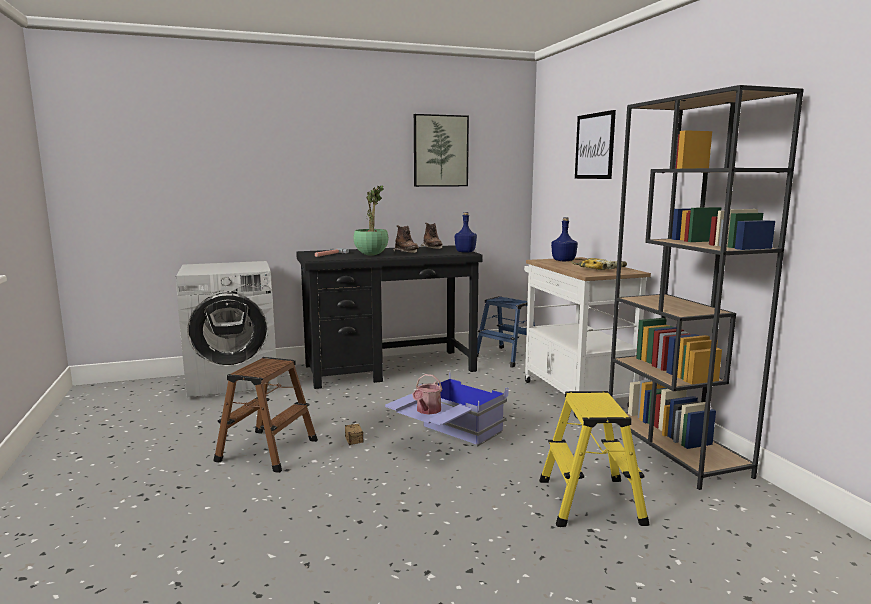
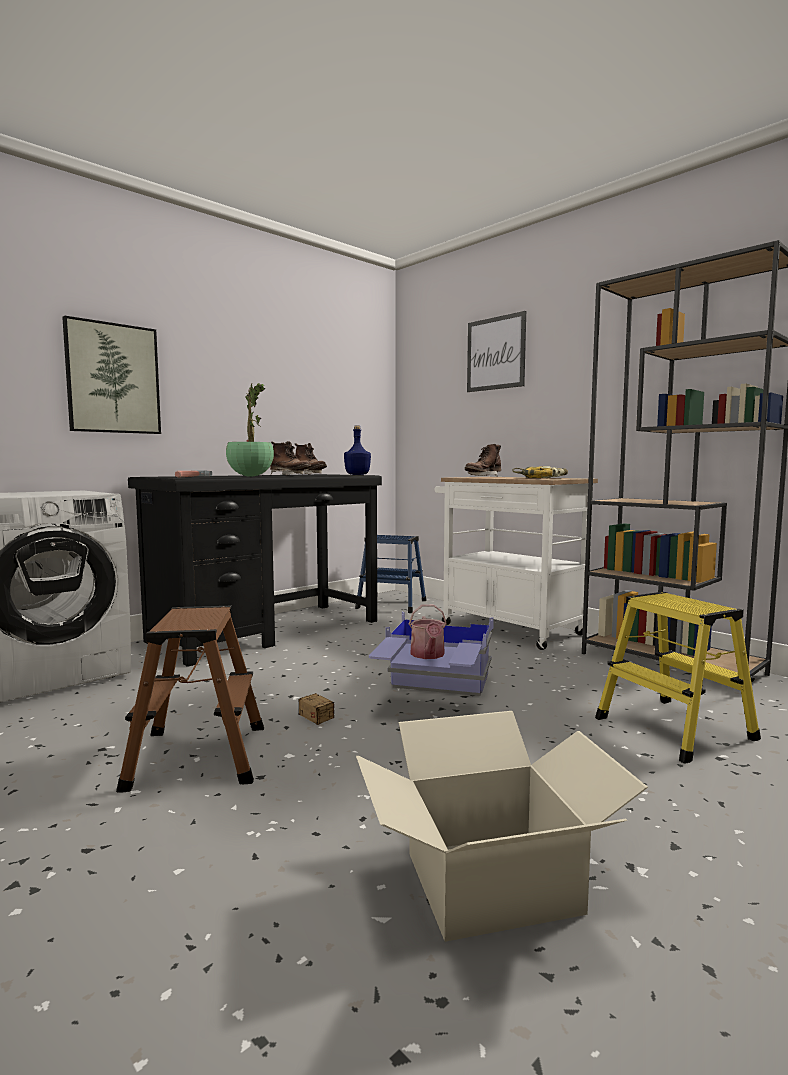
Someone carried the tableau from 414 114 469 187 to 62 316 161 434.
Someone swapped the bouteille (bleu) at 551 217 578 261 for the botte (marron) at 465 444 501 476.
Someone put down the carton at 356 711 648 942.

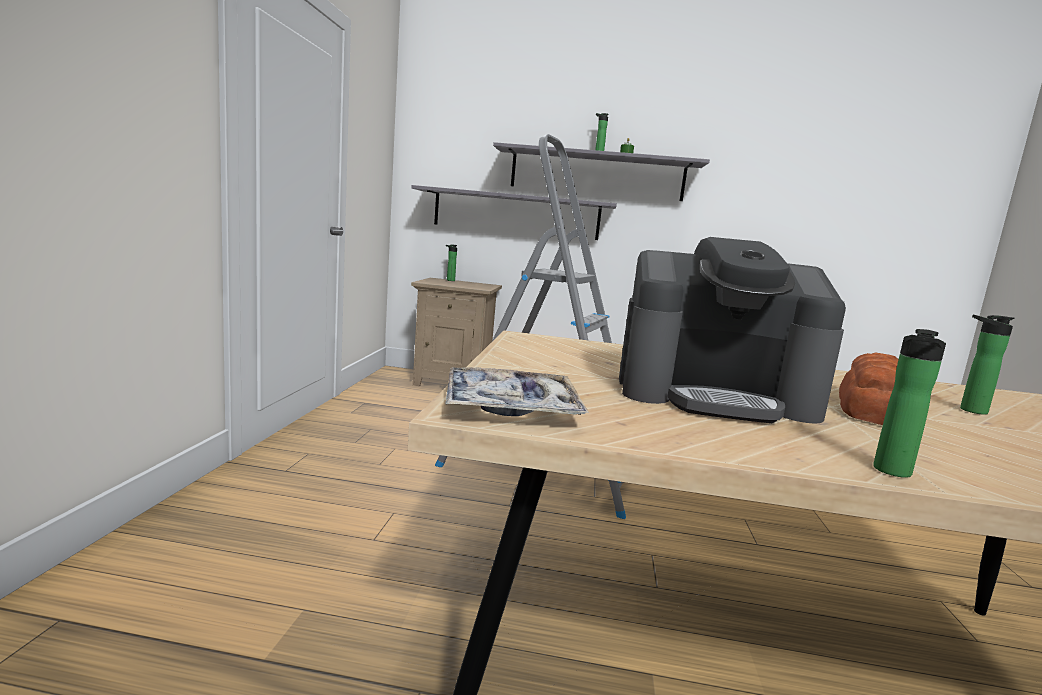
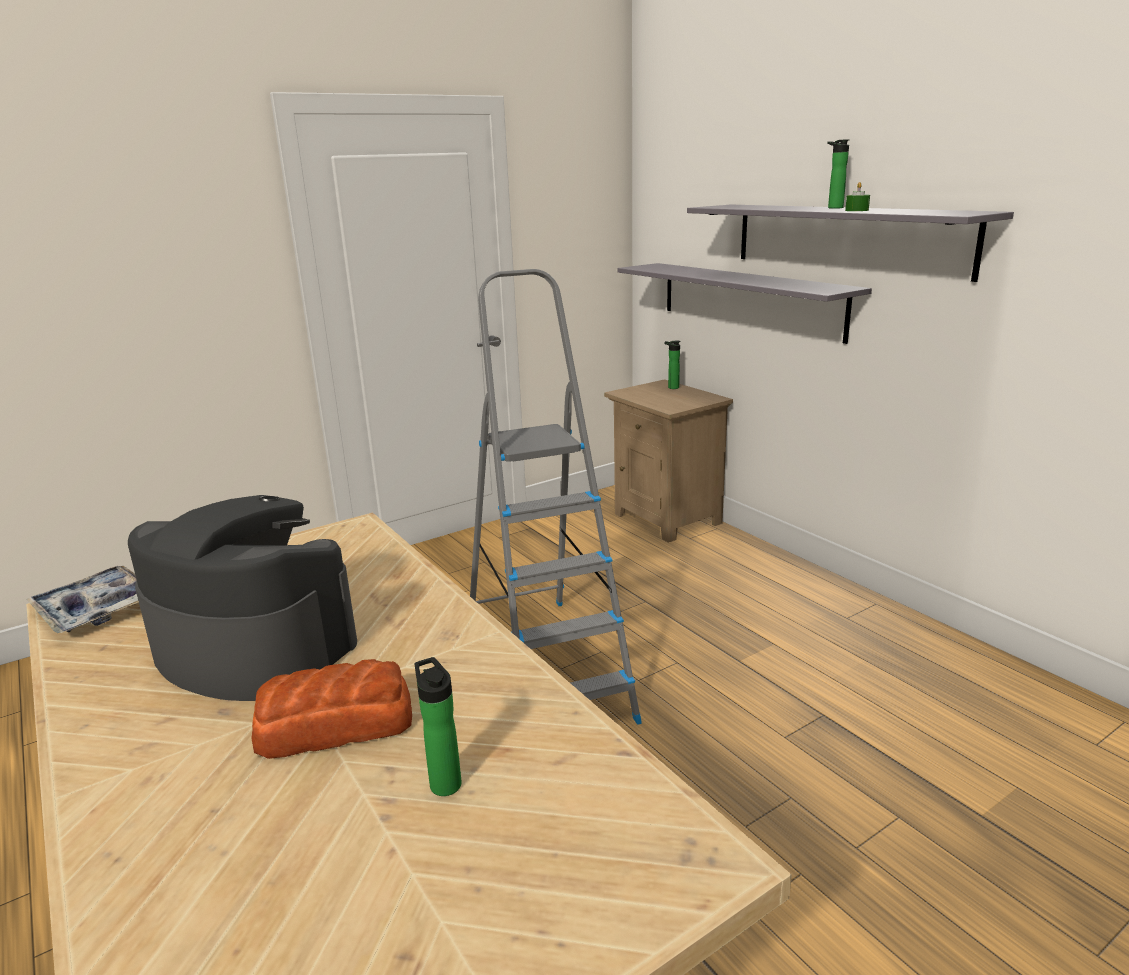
Someone rotated the machine à café at 619 237 846 424 by 150 degrees clockwise.
Someone took away the bouteille at 873 329 946 478.

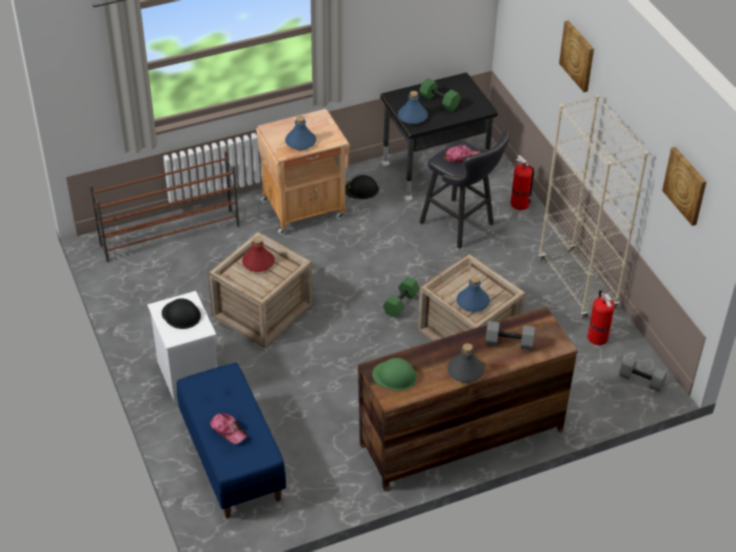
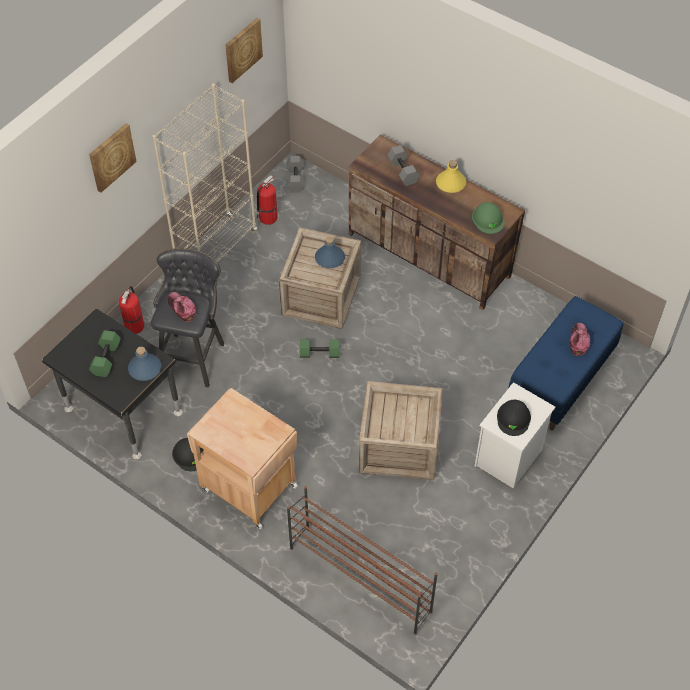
Someone took away the bouteille (rouge) at 242 237 275 272.
Someone took away the bouteille (bleu) at 285 116 316 150.
Someone repainted the bouteille (gris) at 447 343 484 383, which became the bouteille (jaune) at 436 160 466 193.

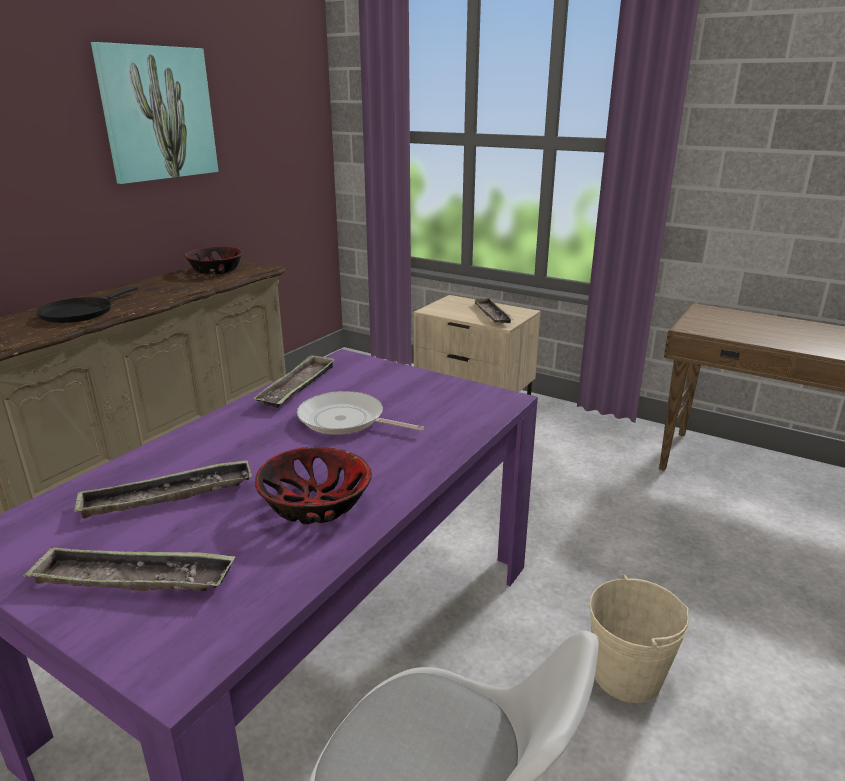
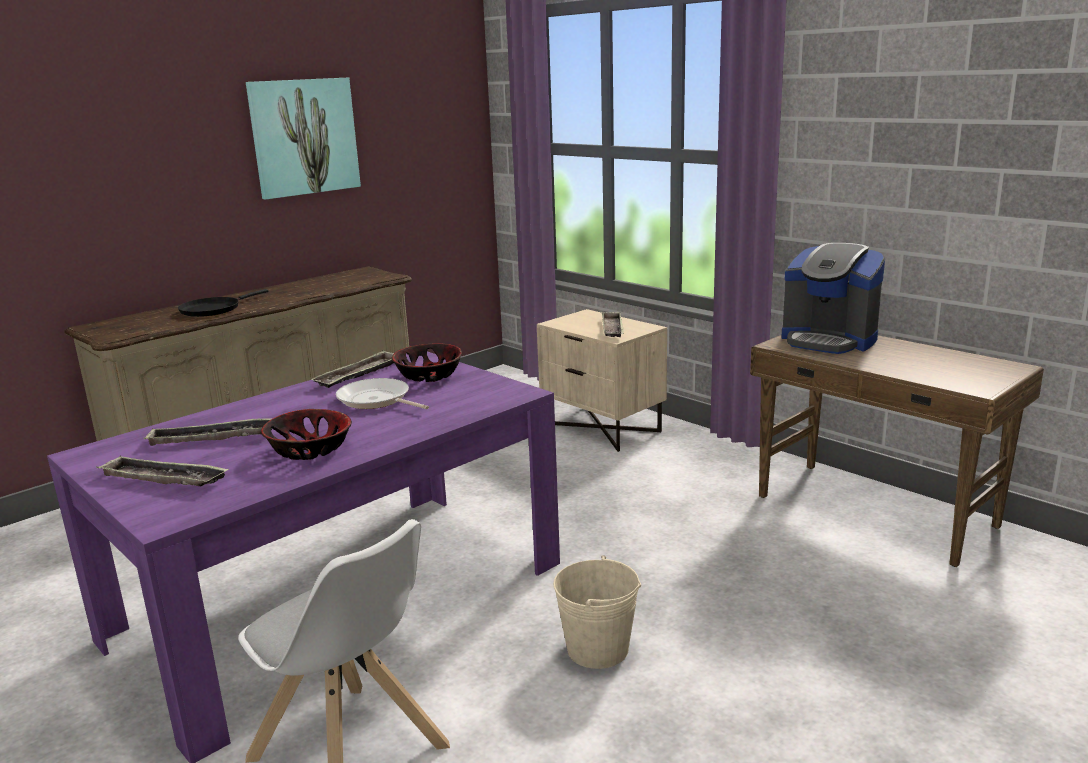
Someone carried the bol from 185 246 242 274 to 392 343 462 382.
Someone put down the machine à café at 781 243 885 354.

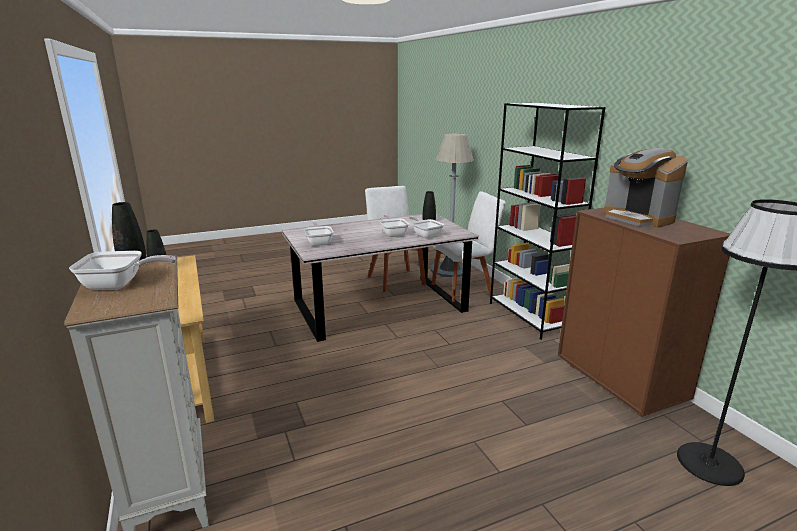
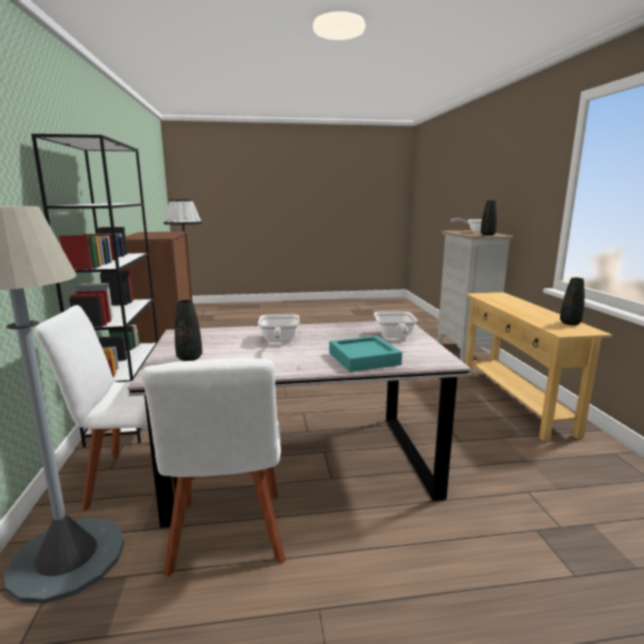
Someone took away the poêle at 409 216 444 239.
Someone took away the machine à café at 604 148 688 227.
Someone put down the plateau (turquoise) at 329 336 402 372.

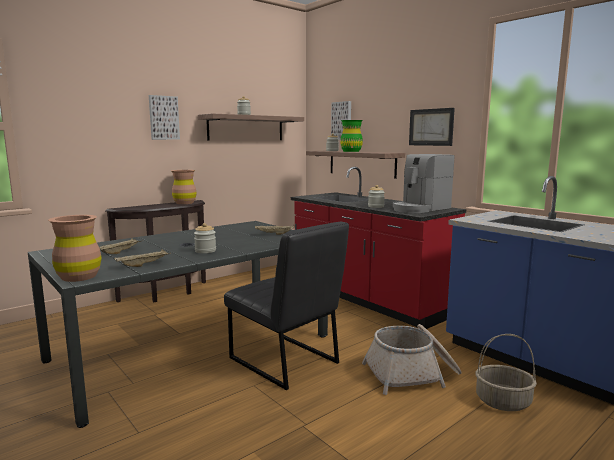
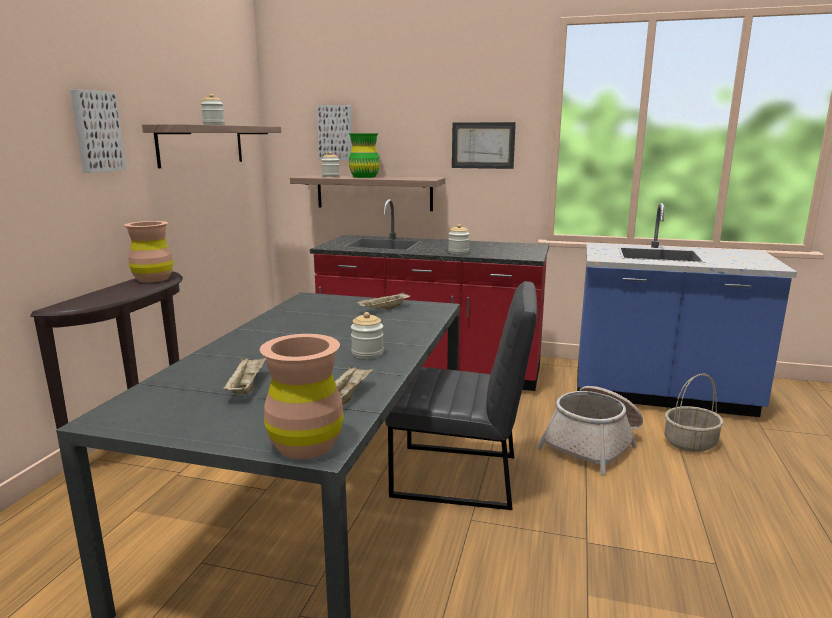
Someone took away the machine à café at 393 154 454 213.

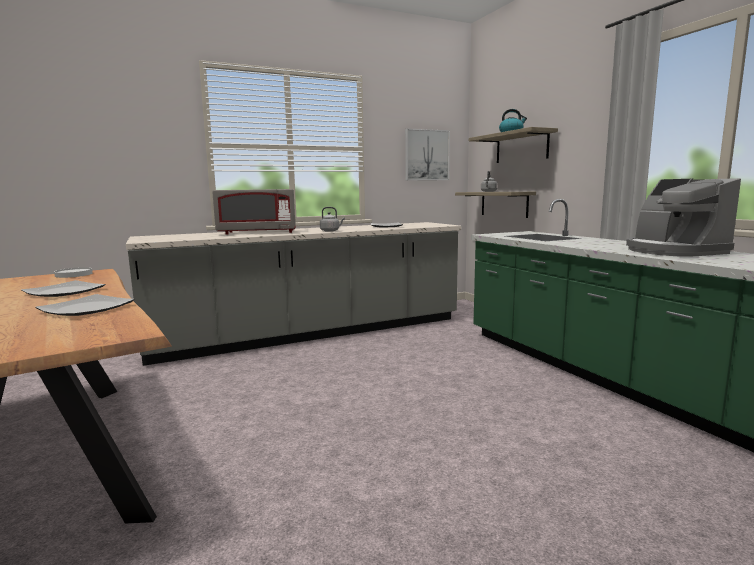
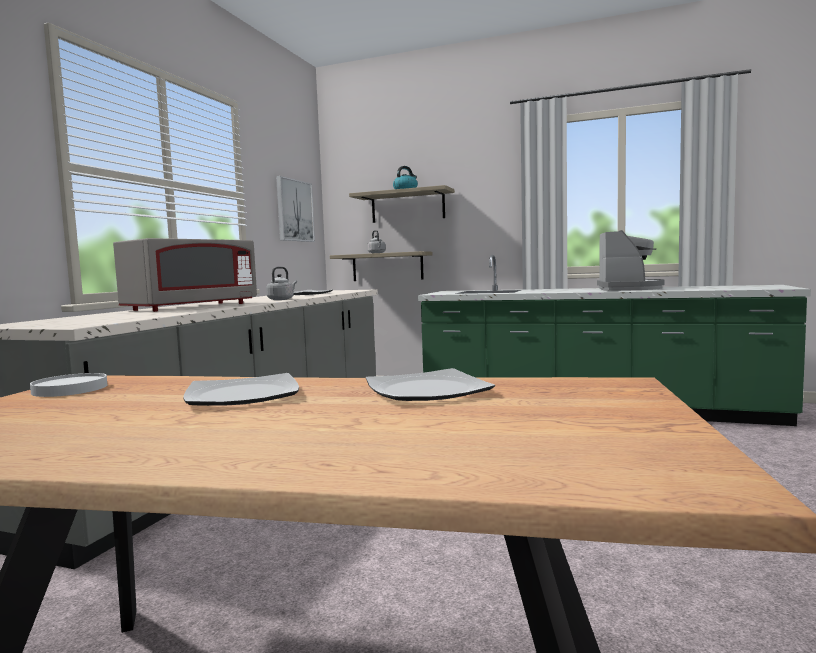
Someone rotated the machine à café at 626 178 741 256 by 105 degrees counterclockwise.

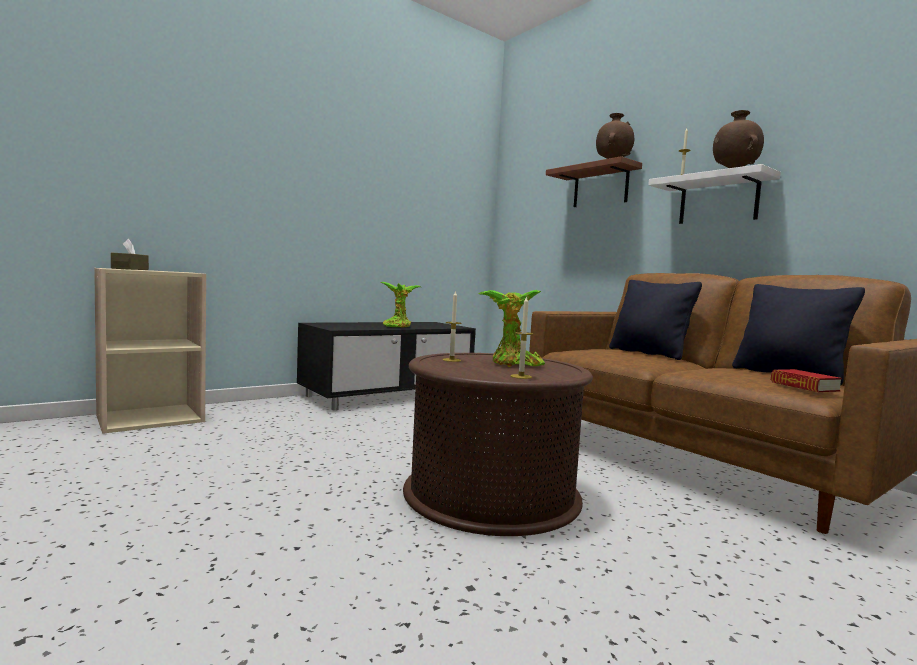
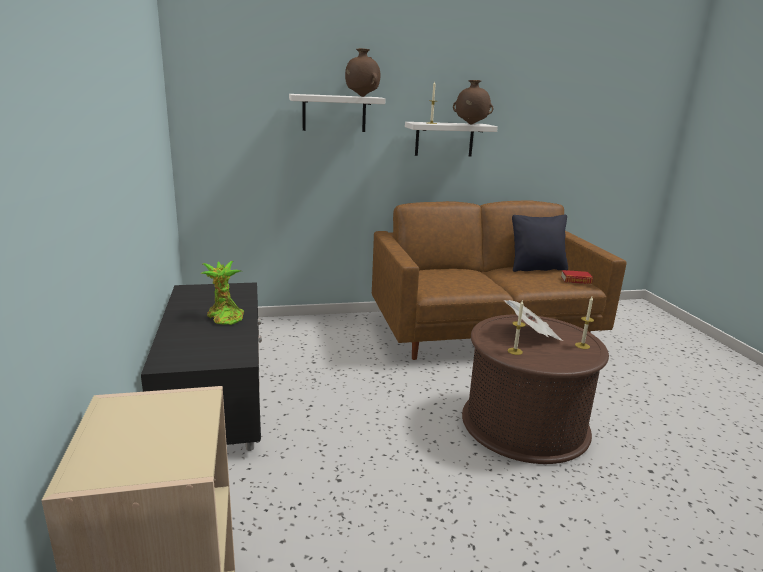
Someone took away the boîte à mouchoirs (marron) at 111 239 149 270.
Someone swapped the plante en pot at 478 290 545 367 for the journal at 504 300 563 341.
Someone repainted the étagère (marron) at 546 156 642 207, which became the étagère (blanc) at 289 94 386 132.
Someone took away the coussin (noir) at 609 280 702 360.

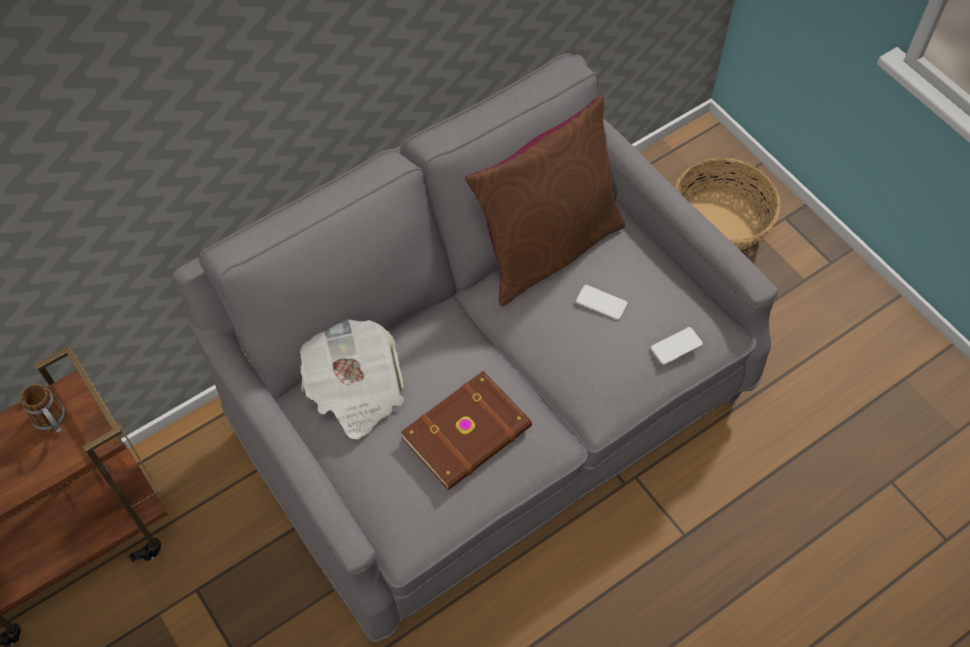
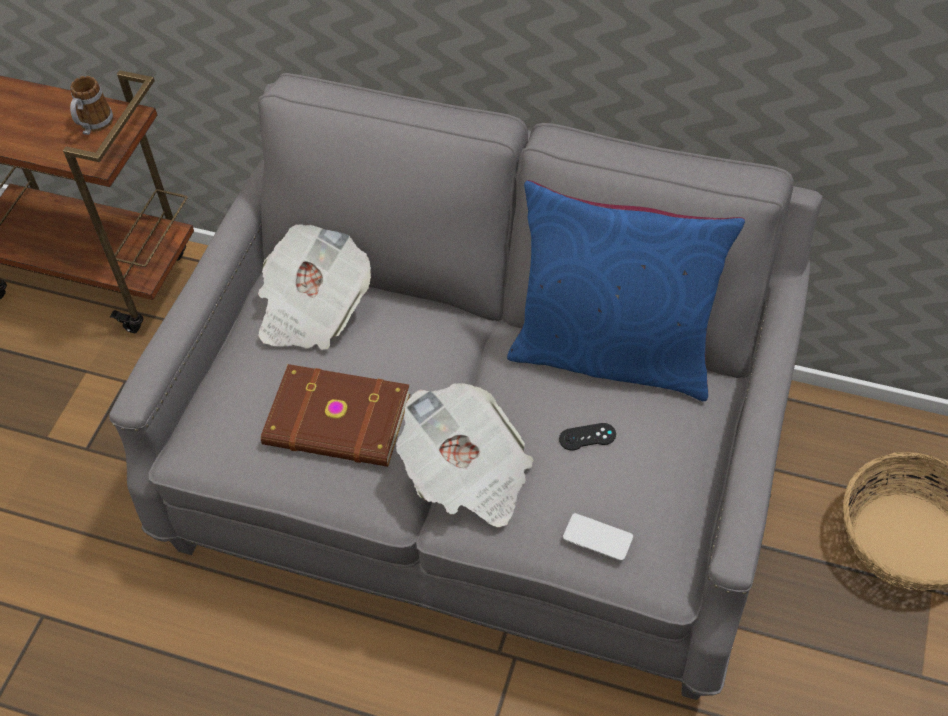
Someone repainted the coussin (marron) at 465 95 625 306, which became the coussin (bleu) at 507 180 745 401.
Someone swapped the téléphone at 576 285 627 320 for the manette (noir) at 559 423 616 450.
Someone put down the journal at 396 383 533 527.

